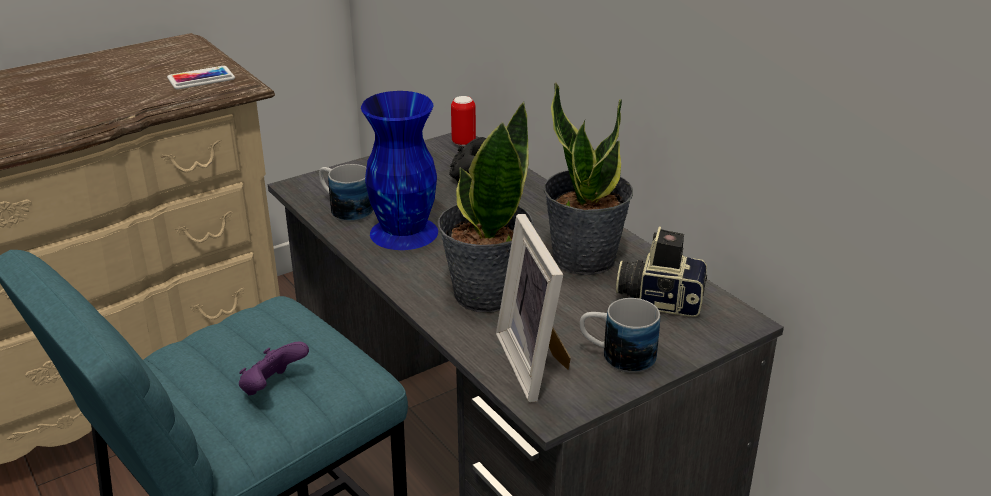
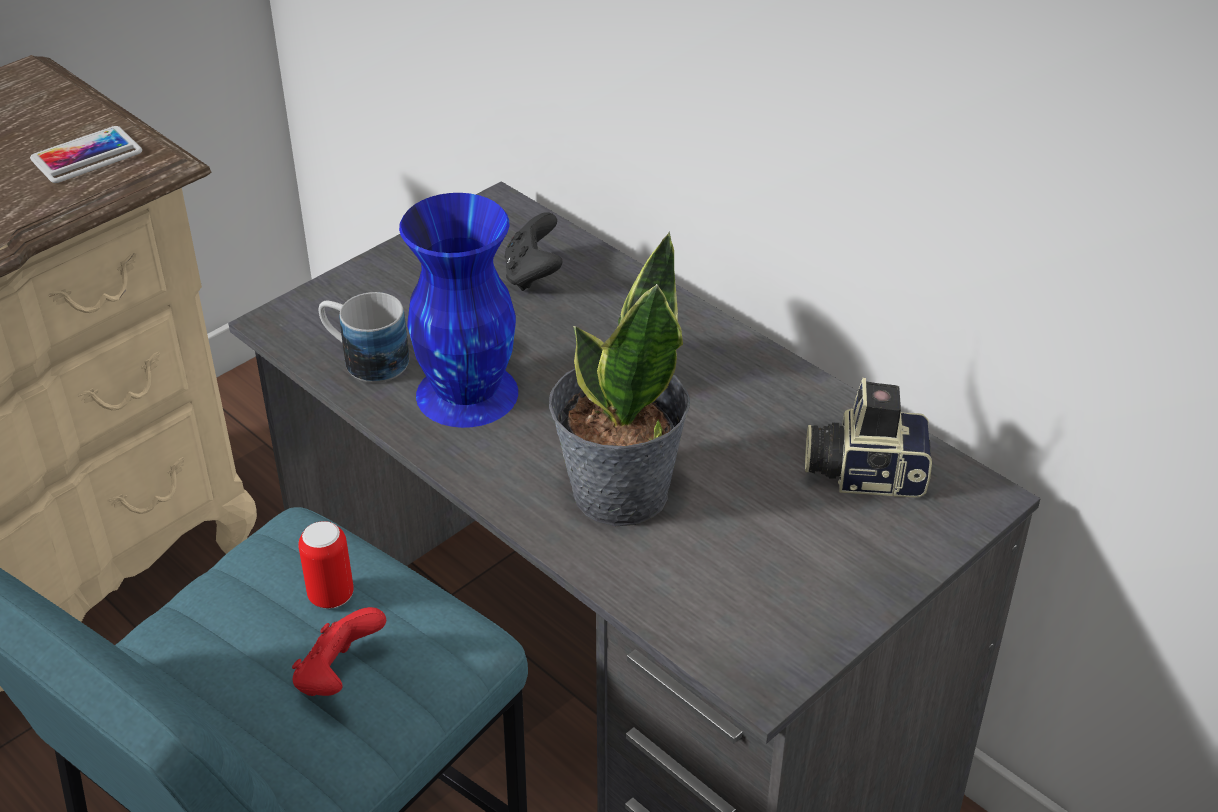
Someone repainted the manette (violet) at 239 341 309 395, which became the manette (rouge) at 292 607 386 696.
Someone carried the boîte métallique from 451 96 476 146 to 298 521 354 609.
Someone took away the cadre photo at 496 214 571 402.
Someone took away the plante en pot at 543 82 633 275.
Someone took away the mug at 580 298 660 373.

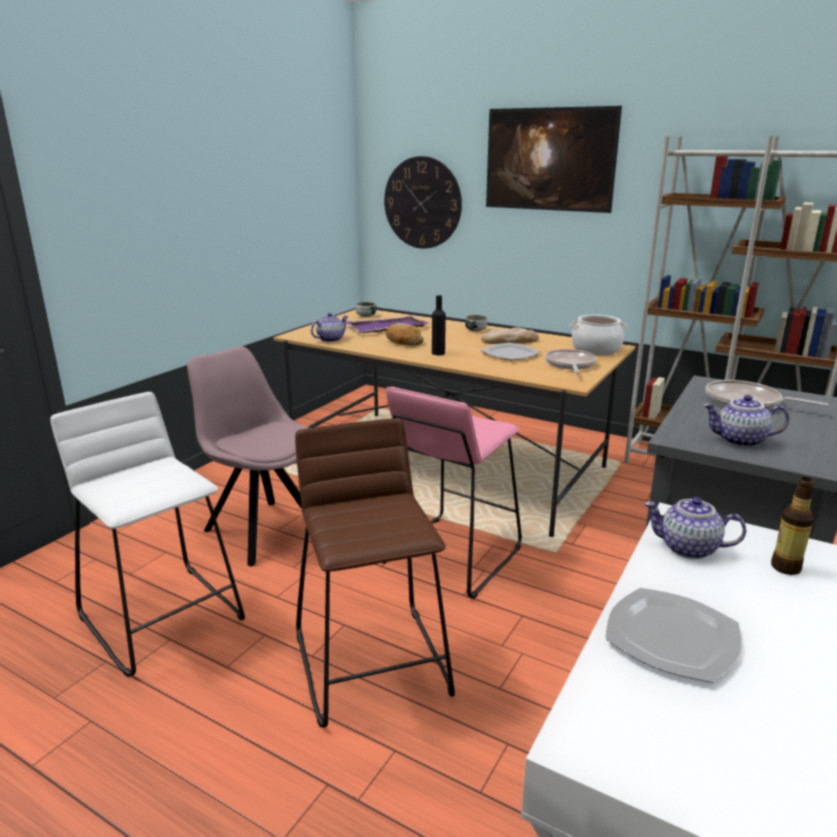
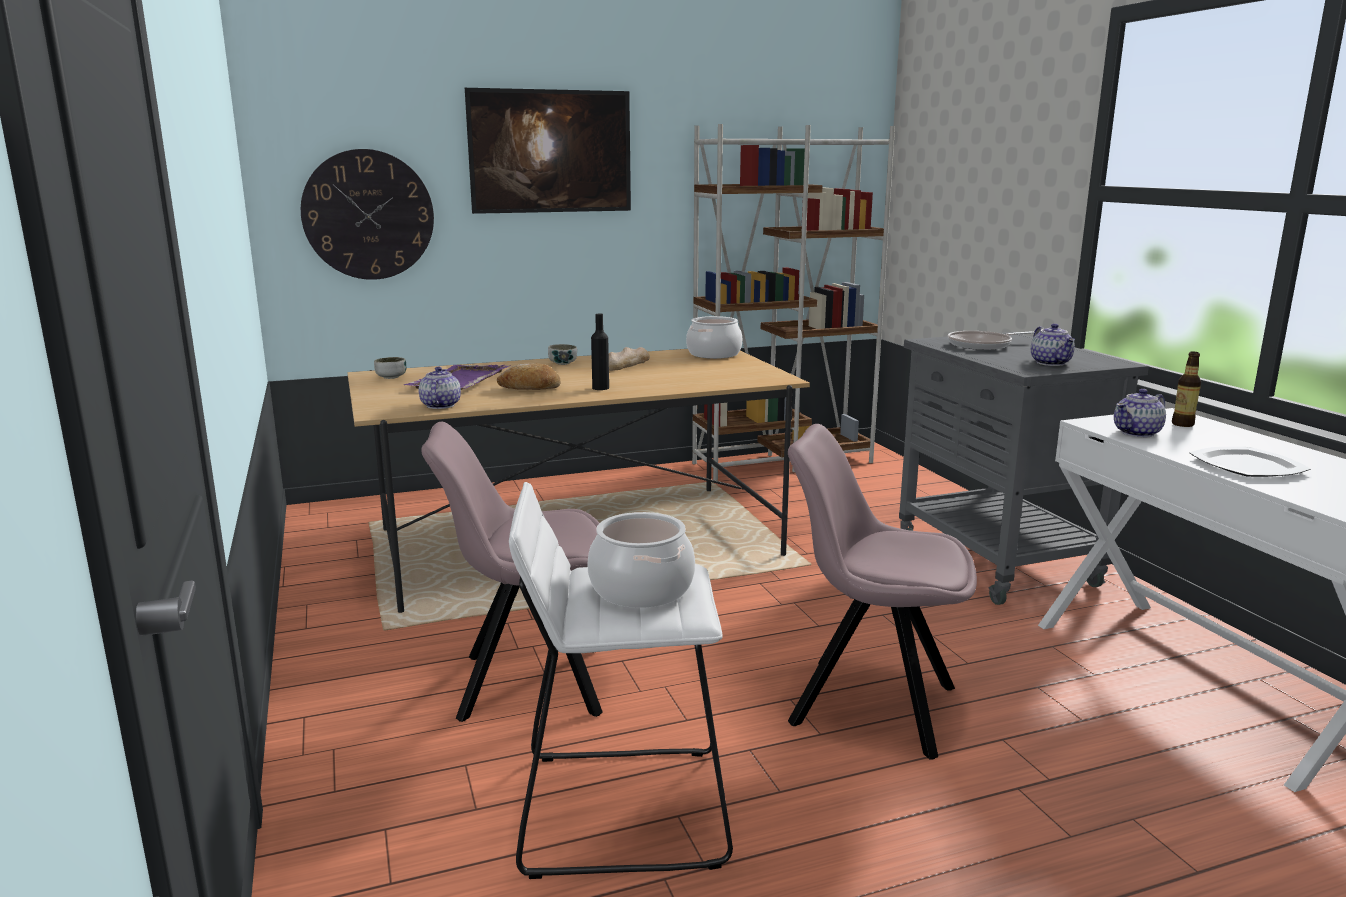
Someone swapped the tabouret (marron) at 295 418 455 728 for the chaise (rose) at 788 424 977 760.
Someone took away the tabouret (rose) at 383 387 522 599.
Someone took away the assiette at 481 343 541 361.
Someone took away the poêle at 545 349 597 373.
Someone rotated the théière at 703 395 789 447 by 60 degrees counterclockwise.
Someone put down the marmite at 587 512 695 608.

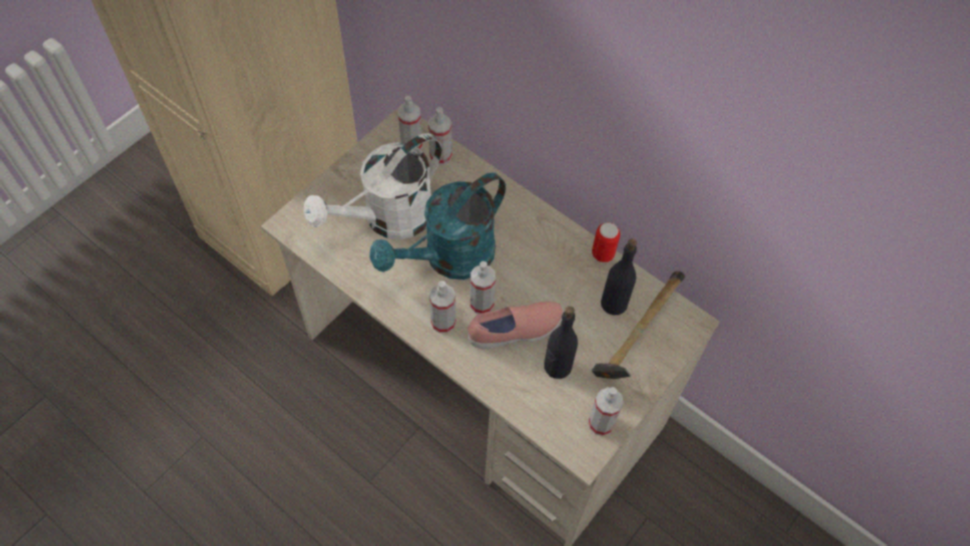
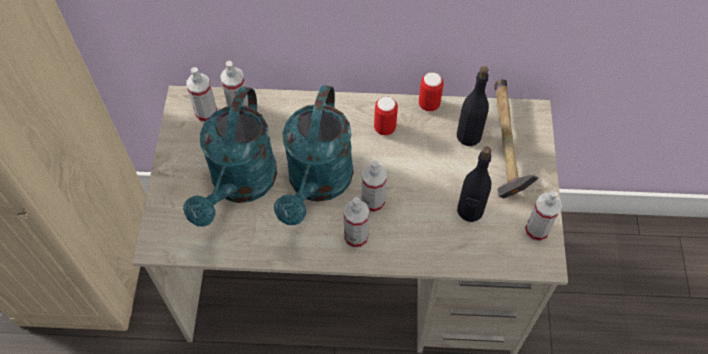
Someone repainted the arrosoir (blanc) at 304 133 442 240, which became the arrosoir (turquoise) at 183 86 277 227.
Someone took away the chaussure (rose) at 468 302 563 349.
Someone put down the boîte métallique at 374 96 398 135.

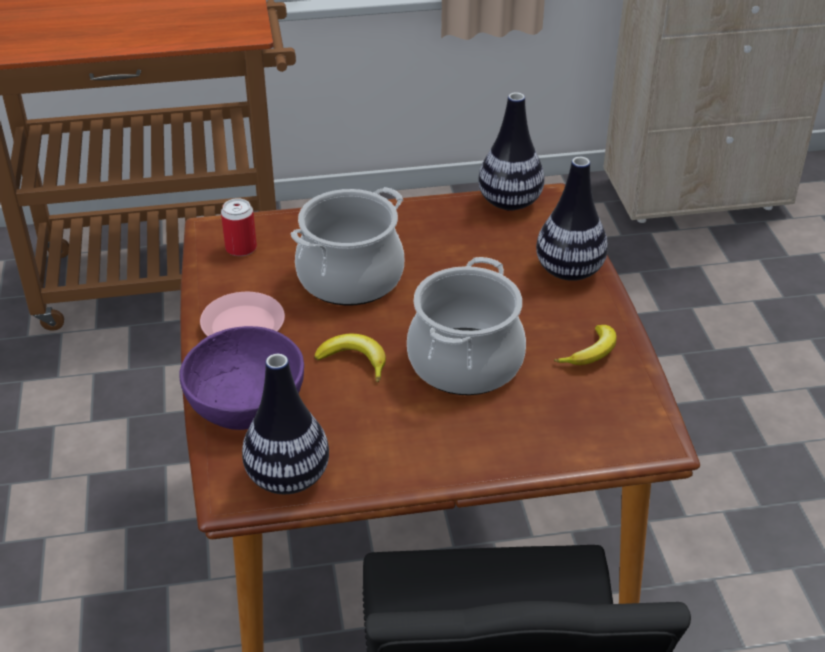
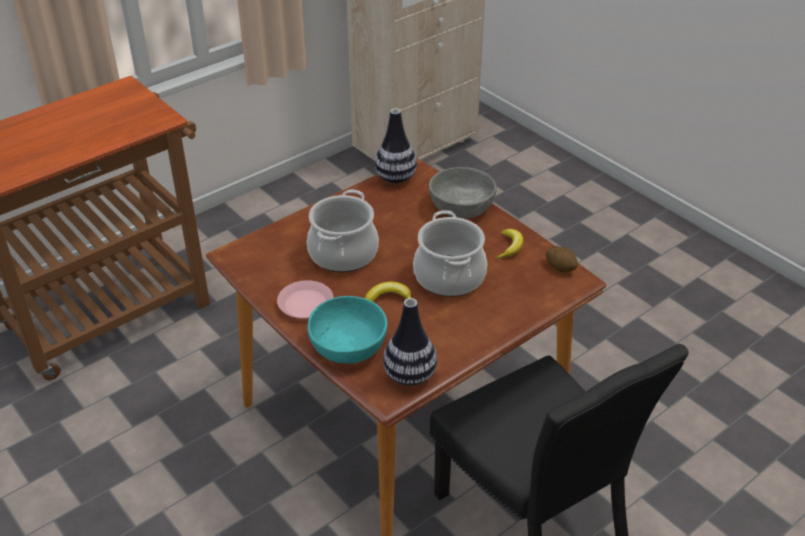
Someone repainted the bol (violet) at 180 326 304 430, which became the bol (turquoise) at 307 296 388 363.
Someone took away the boîte métallique at 221 198 257 256.
Someone swapped the vase at 536 157 608 281 for the bol (gris) at 429 167 497 218.
Someone put down the pomme de terre at 546 246 578 272.

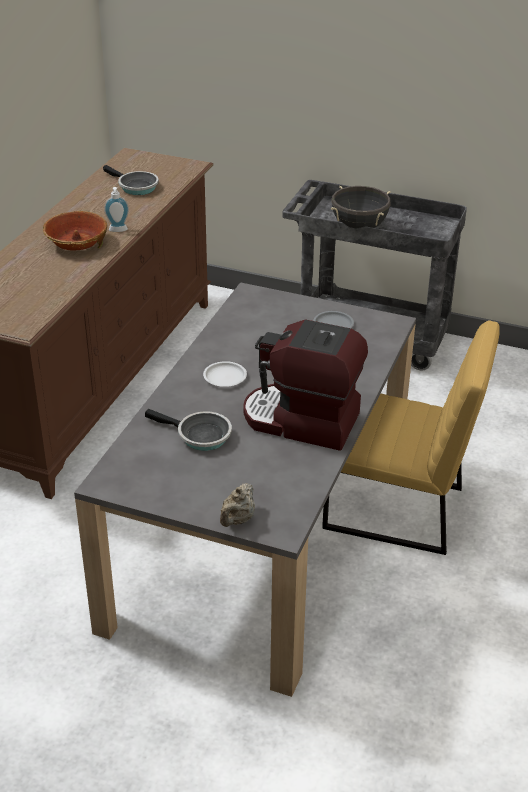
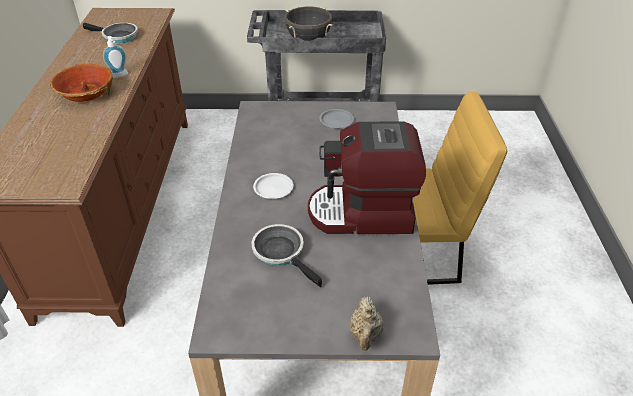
Someone rotated the poêle at 145 409 232 451 by 135 degrees counterclockwise.

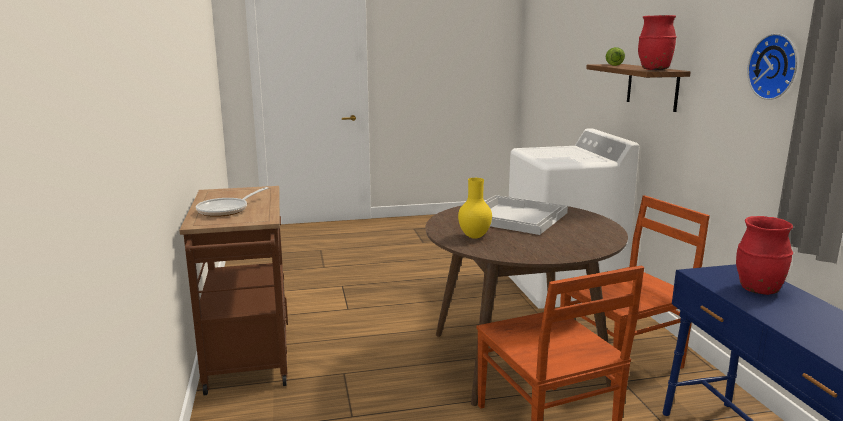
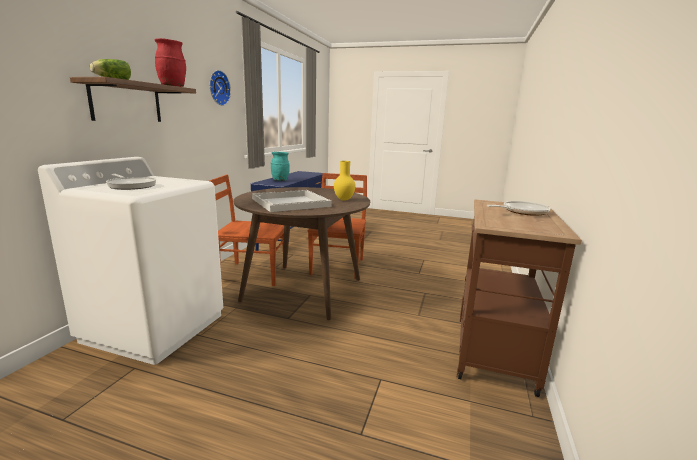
Someone repainted the vase (rouge) at 736 216 793 295, which became the vase (turquoise) at 271 152 290 181.
Someone put down the poêle at 106 174 156 190.

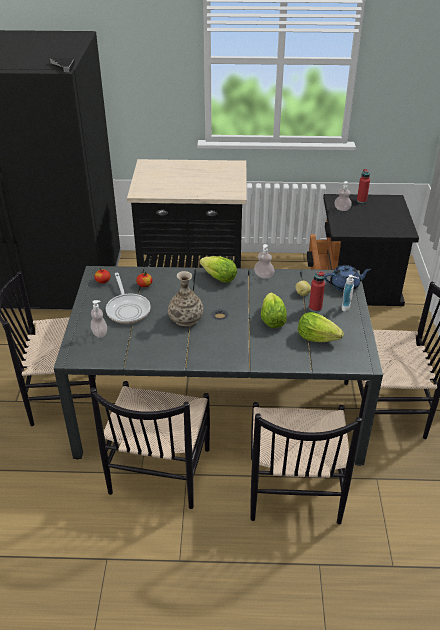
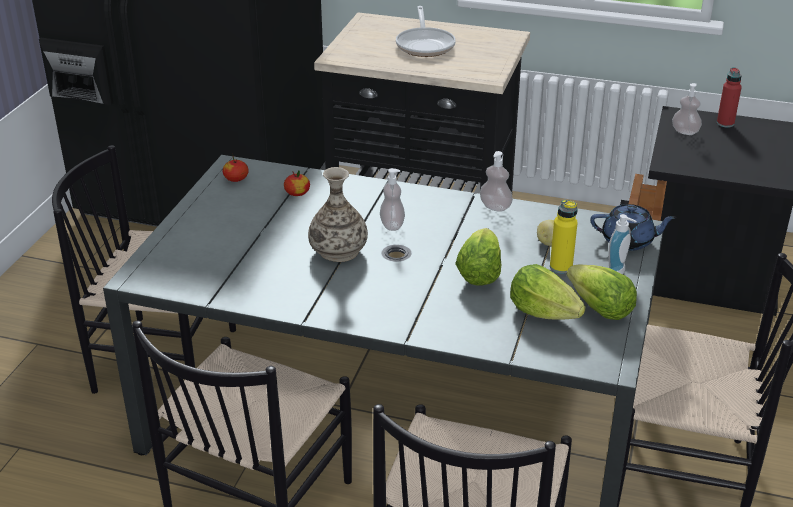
Someone carried the distributeur de savon from 91 300 107 338 to 380 168 405 231.
Someone carried the poêle from 106 273 151 324 to 396 6 456 57.
Someone carried the laitue from 200 256 237 283 to 567 265 637 320.
Someone repainted the bouteille (rouge) at 309 271 325 312, which became the bouteille (jaune) at 550 200 578 274.

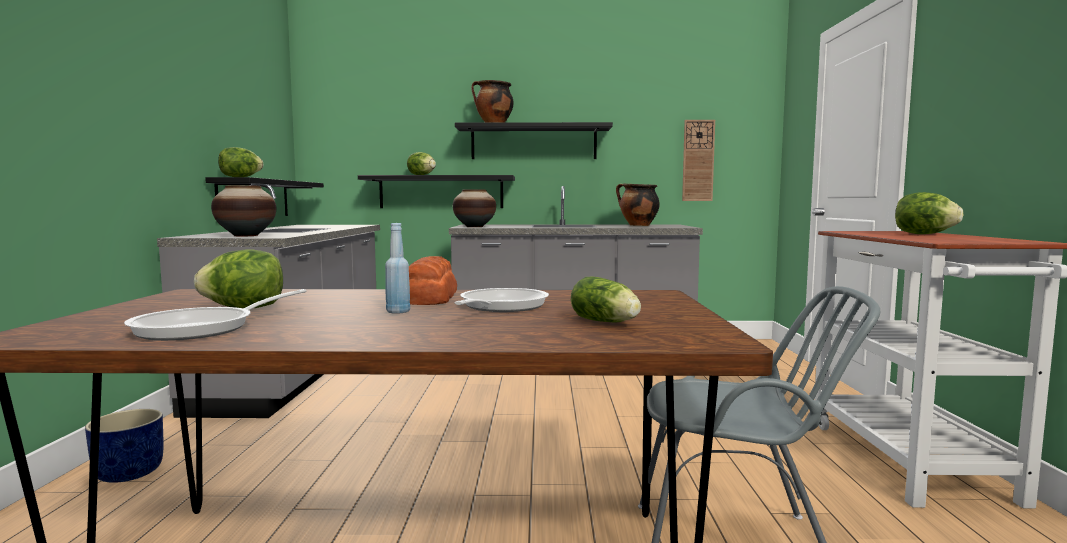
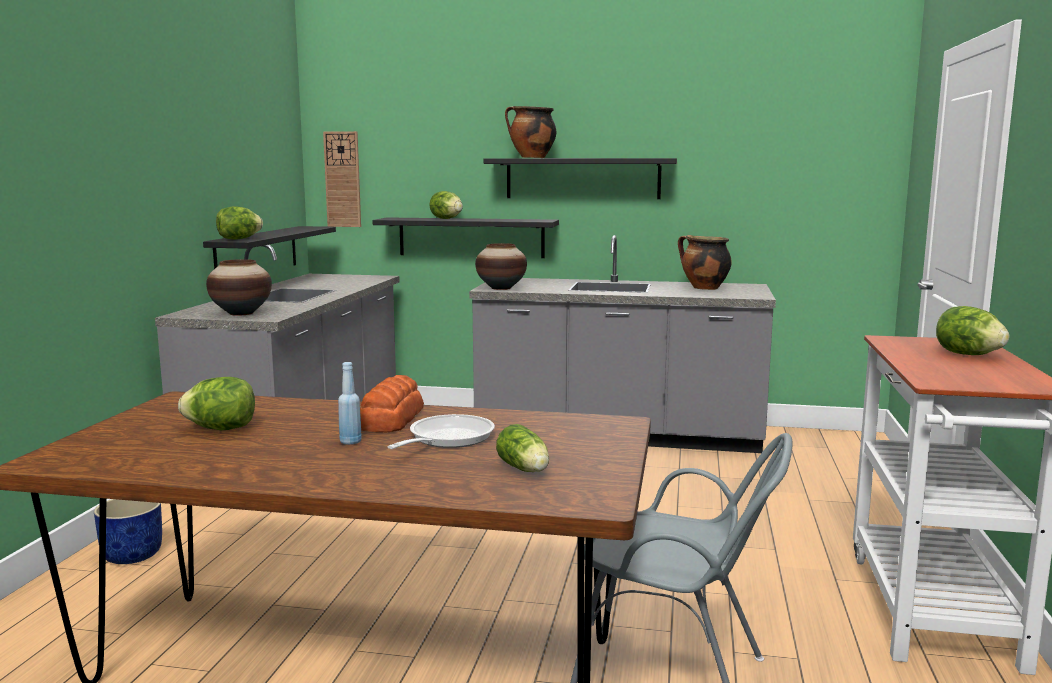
Someone took away the poêle at 124 289 306 341.
Someone carried the horloge murale from 682 120 715 201 to 323 131 361 227.

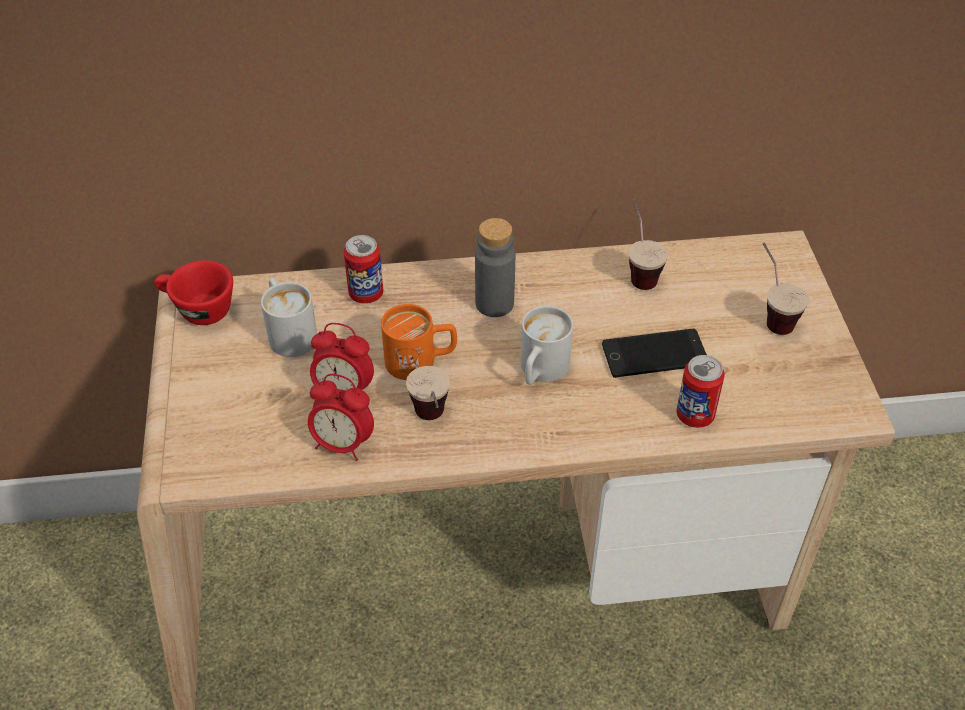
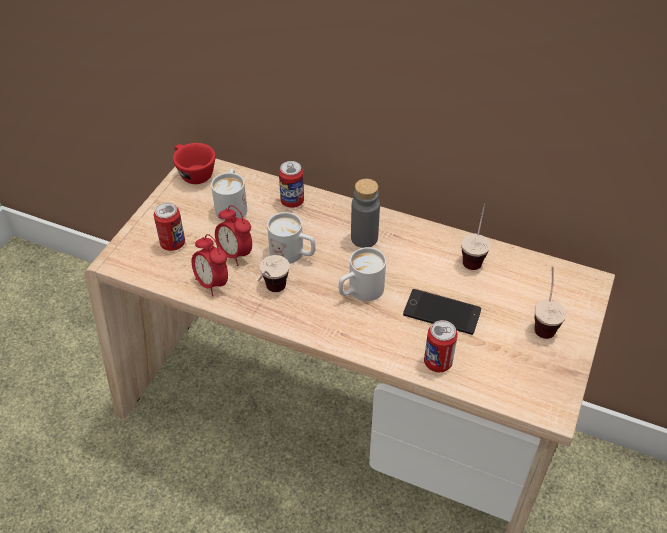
Someone repainted the mug (orange) at 381 304 457 380, which became the mug (blanc) at 267 212 316 264.
Someone put down the boîte métallique at 154 203 185 251.

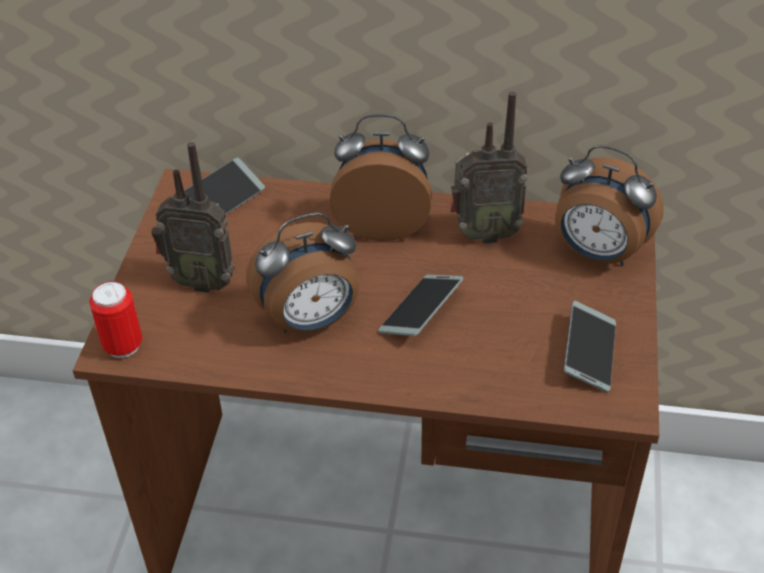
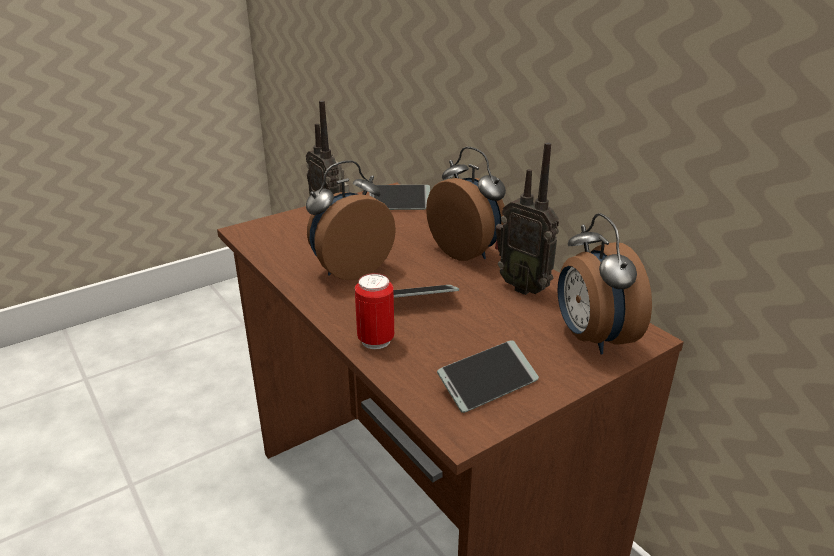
Someone carried the boîte métallique from 89 281 142 358 to 355 273 394 349.
Someone rotated the réveil at 246 212 359 333 by 120 degrees clockwise.

